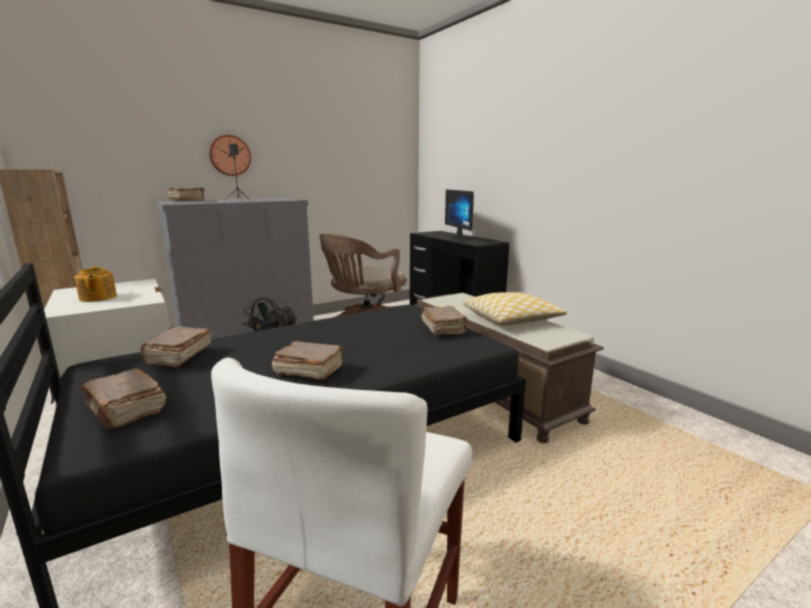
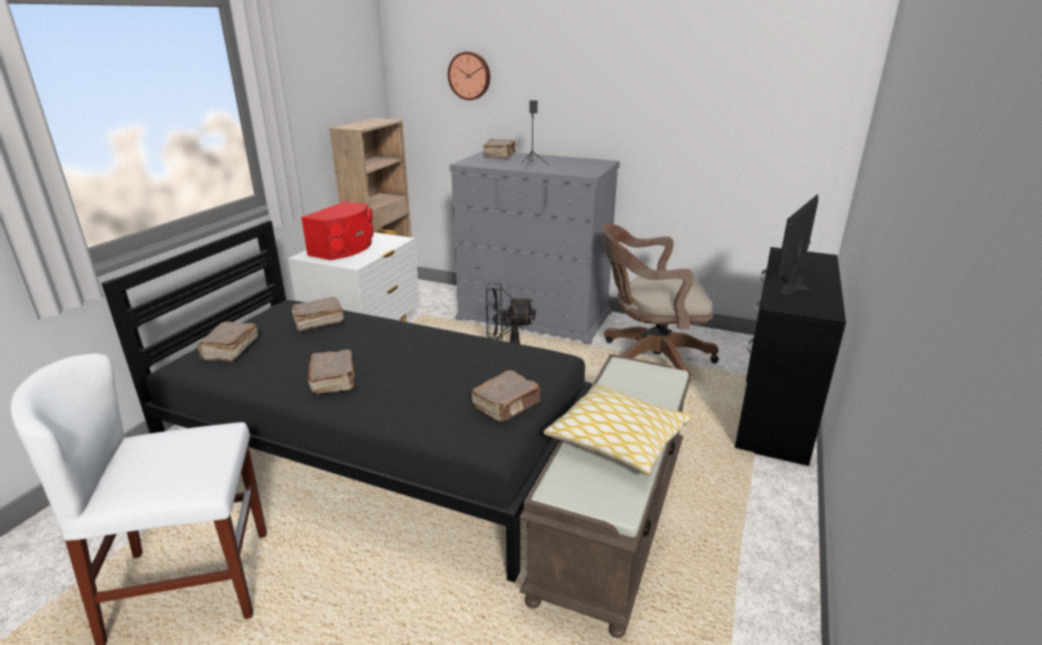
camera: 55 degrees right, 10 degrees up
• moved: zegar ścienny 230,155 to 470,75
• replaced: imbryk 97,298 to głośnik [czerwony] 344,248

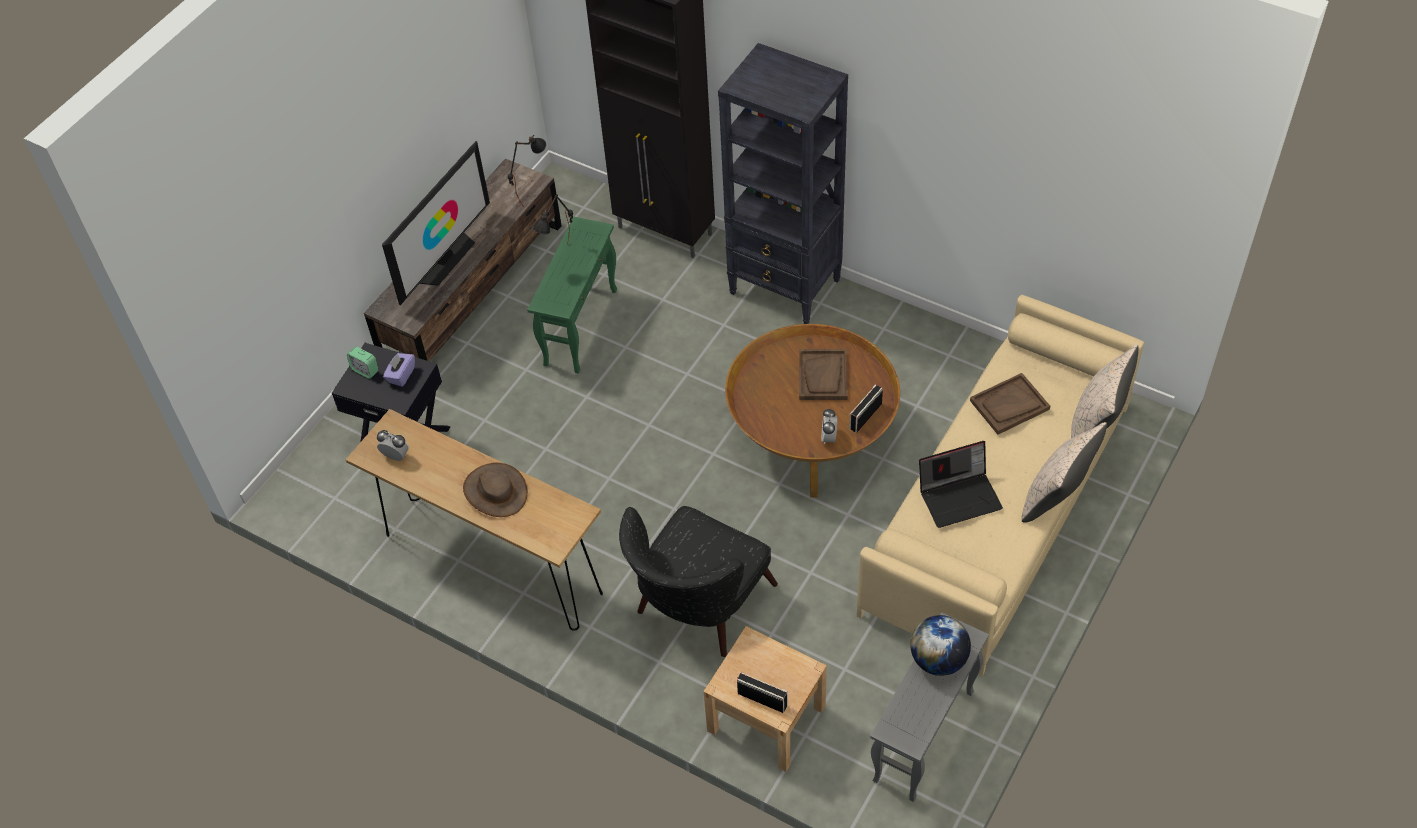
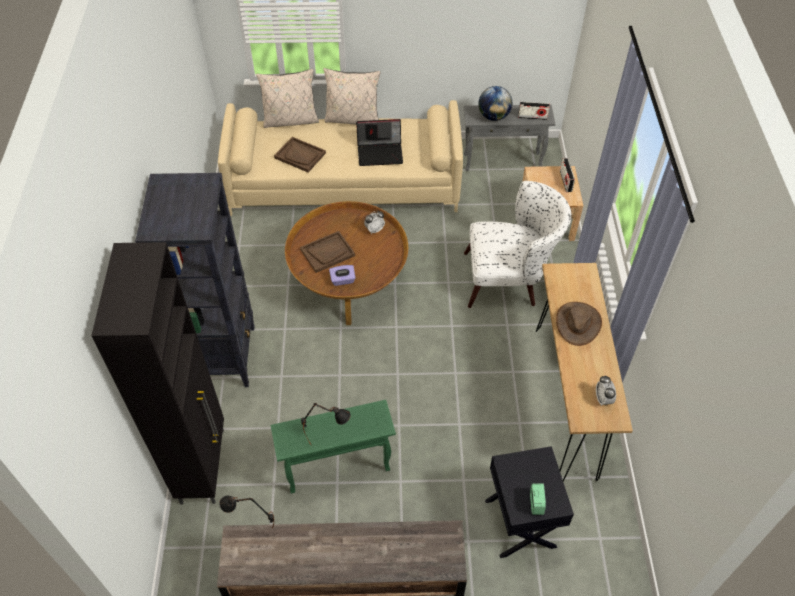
camera: 125 degrees left, 0 degrees up
• removed: telewizor 445,259
• moved: pudełko chusteczek [fioletowy] 401,375 to 343,280
• moved: radio 865,416 to 532,117
• recoloured: fotel [czarny] 697,609 to fotel [biały] 509,280
• turned: laptop 960,496 = 380,153 135 degrees clockwise

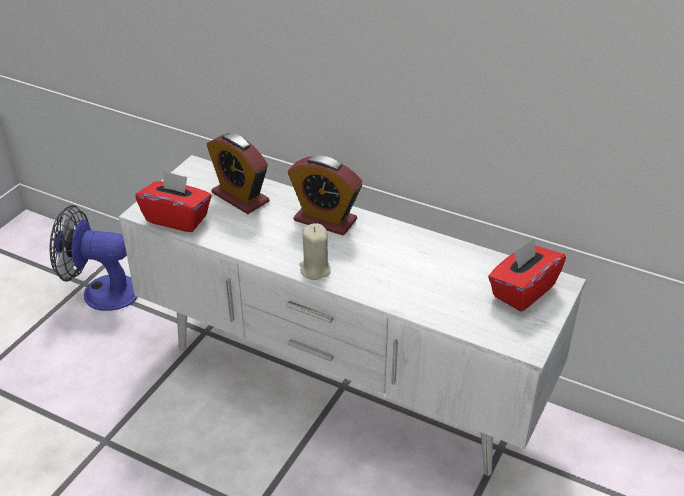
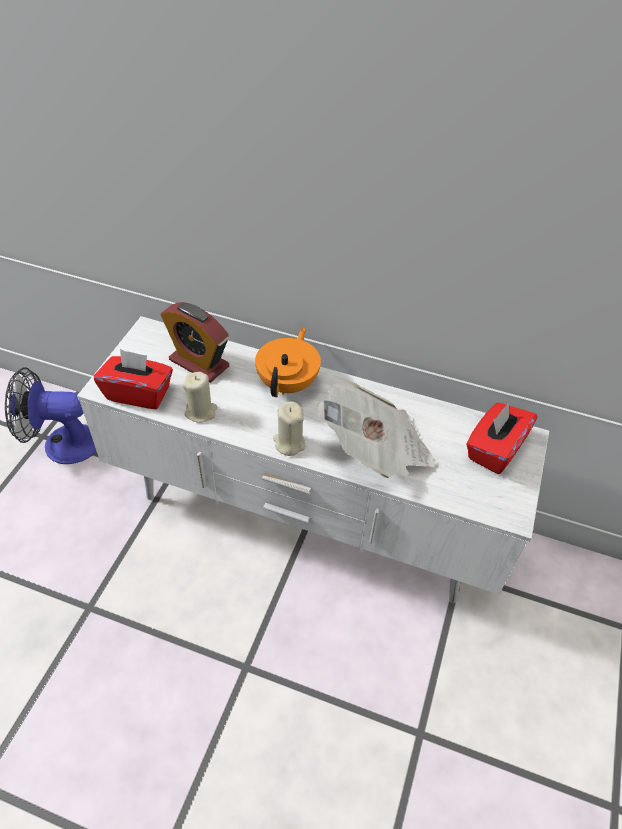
camera: 10 degrees left, 10 degrees up
• added: świeca [beżowy] 201,412
• added: gazeta 375,450
• replaced: budzik 325,220 to imbryk [pomarańczowy] 288,383

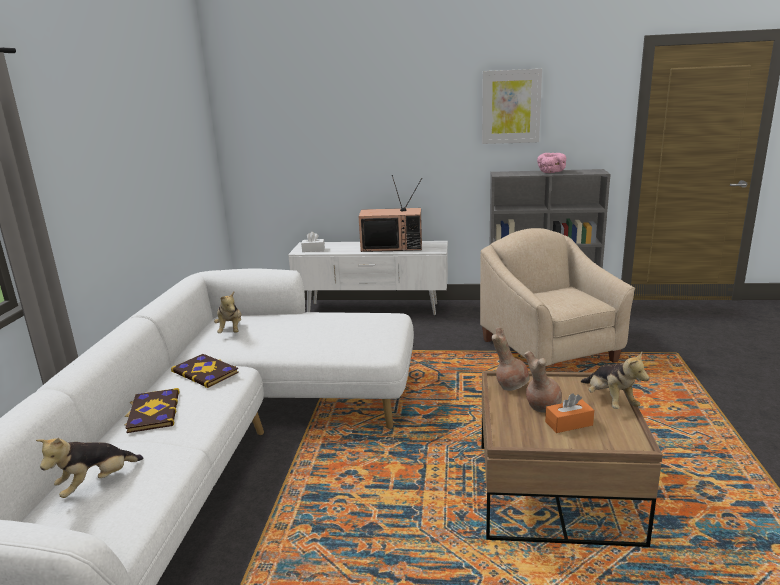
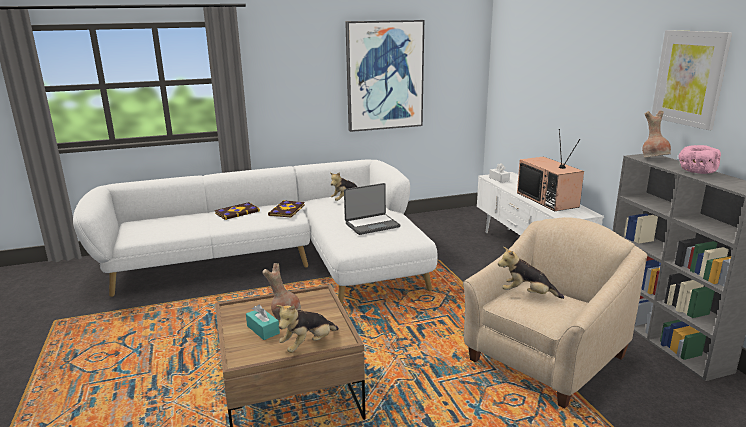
camera: 65 degrees right, 0 degrees up
• added: laptop 372,225
• added: obraz 384,75
• moved: pluszak 96,484 to 527,294
• moved: wazon [brązowy] 510,386 to 654,158
• recoloured: pudełko chusteczek [pomarańczowy] 568,423 to pudełko chusteczek [turkusowy] 263,329

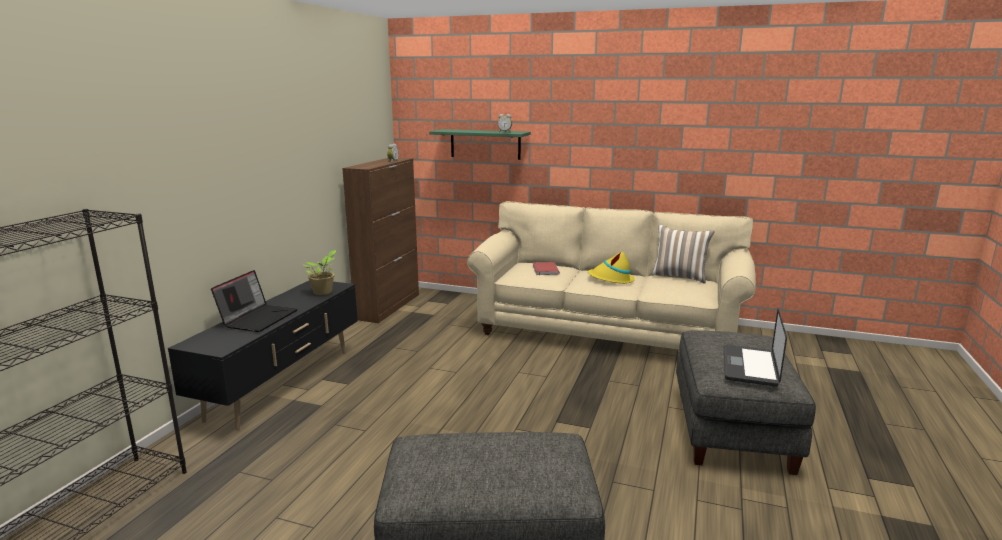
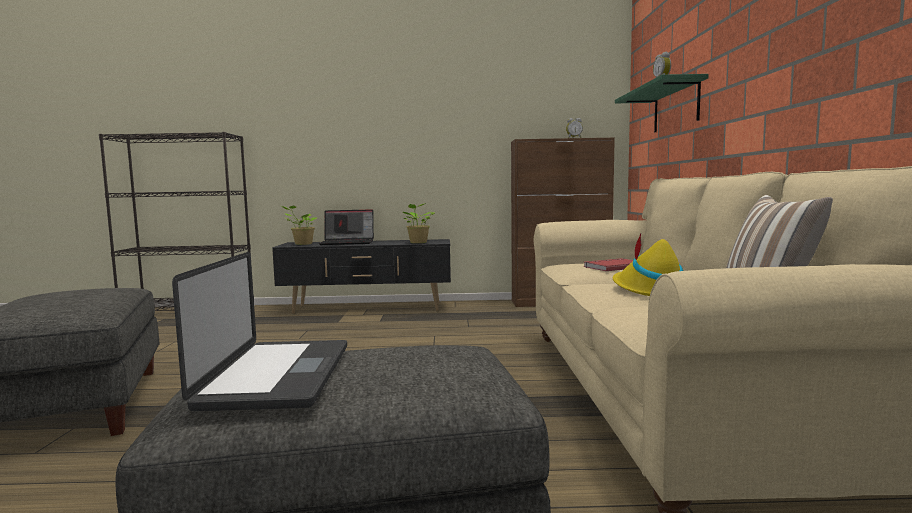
camera: 70 degrees right, 10 degrees down
• added: roślina doniczkowa 302,244
• turned: laptop 749,366 = 278,375 90 degrees clockwise

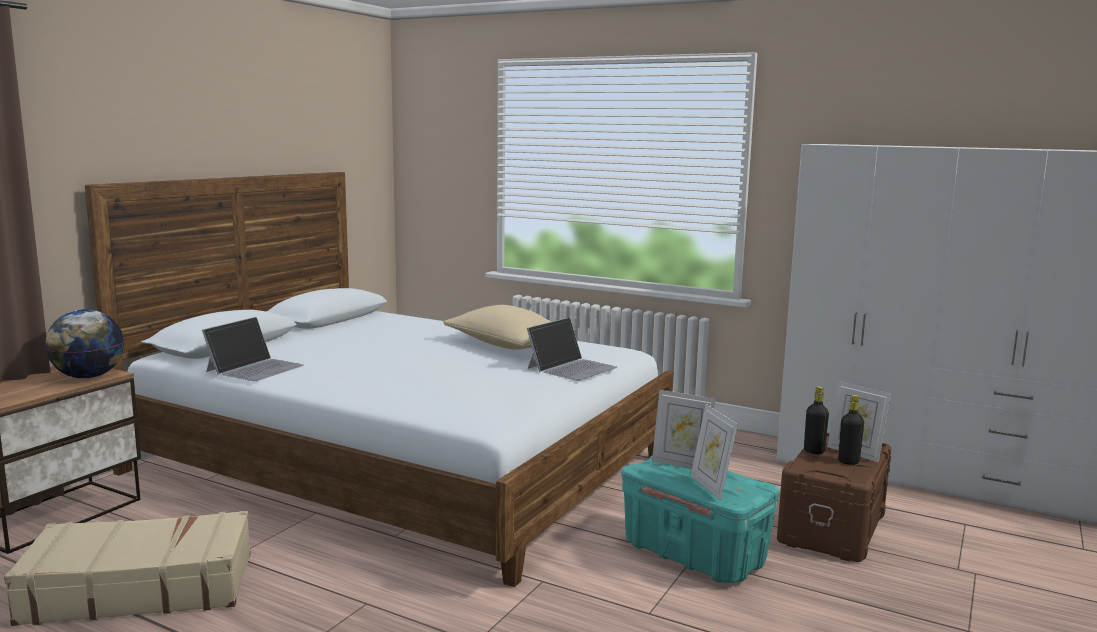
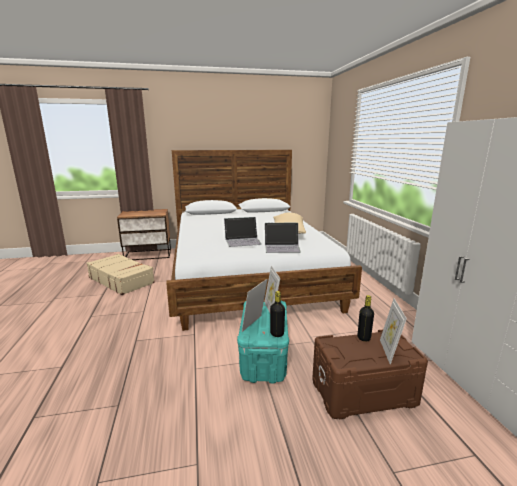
camera: 50 degrees right, 5 degrees up
• removed: globus 88,377
• moved: laptop 255,368 to 243,241
• moved: butelka [czarny] 848,461 to 277,334

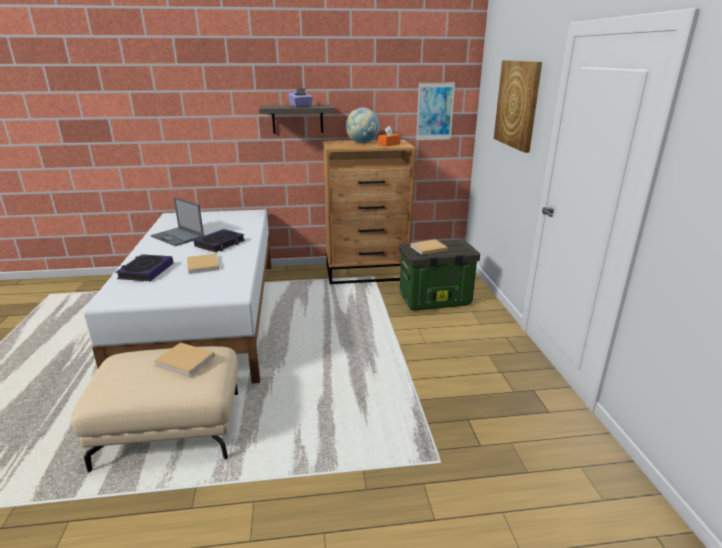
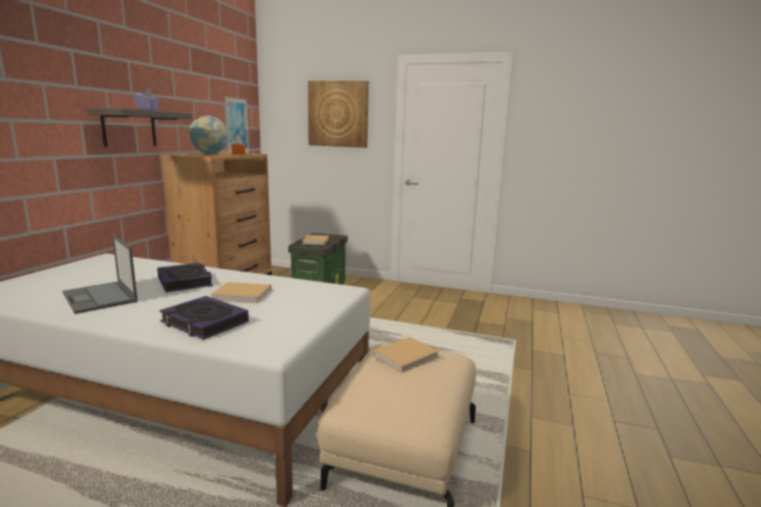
camera: 65 degrees left, 10 degrees down
• turned: laptop 178,237 = 100,297 75 degrees clockwise

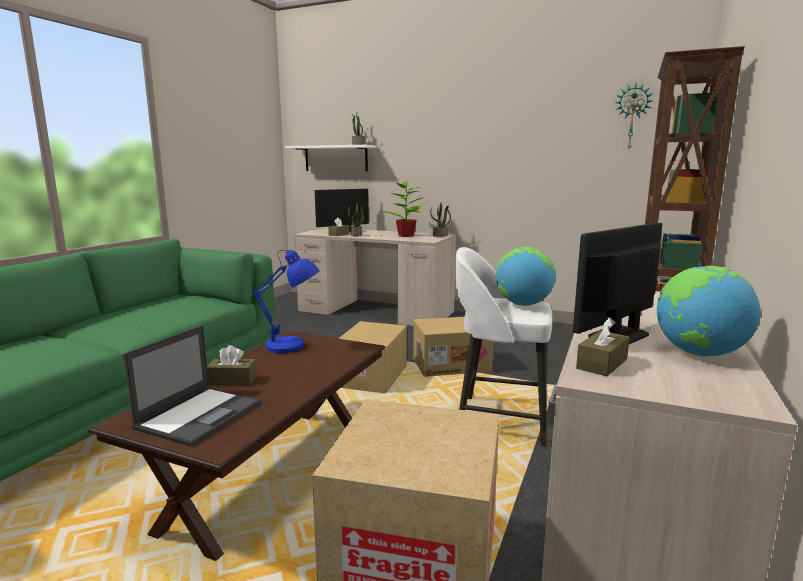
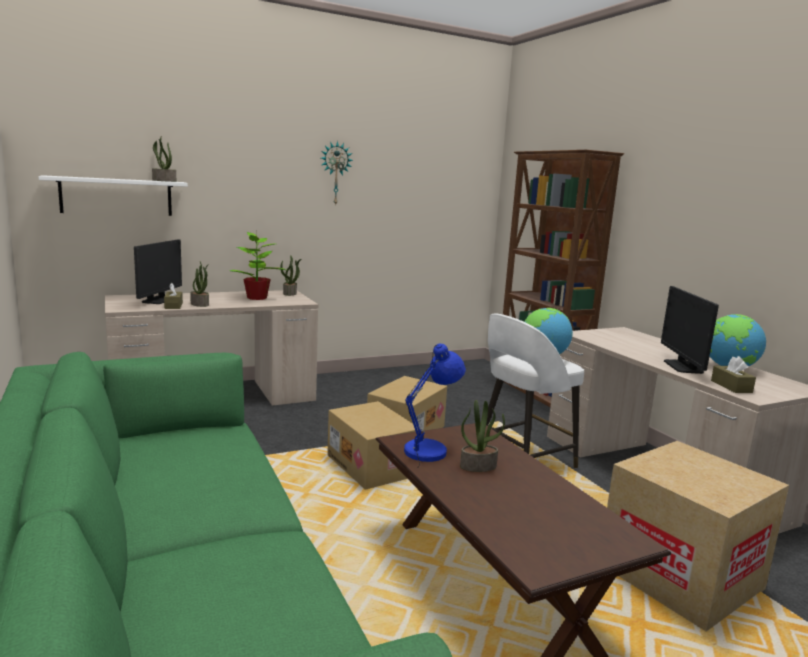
camera: 50 degrees left, 0 degrees up
• removed: laptop 200,415
• removed: pudełko chusteczek [brązowy] 232,380
• added: roślina doniczkowa 478,466
• moved: zegar ścienny 632,117 to 335,173

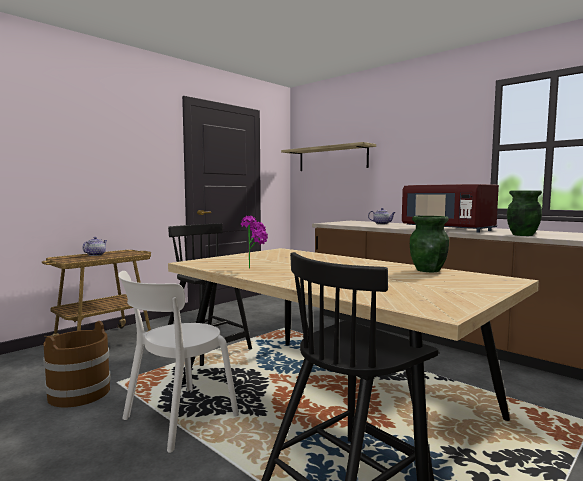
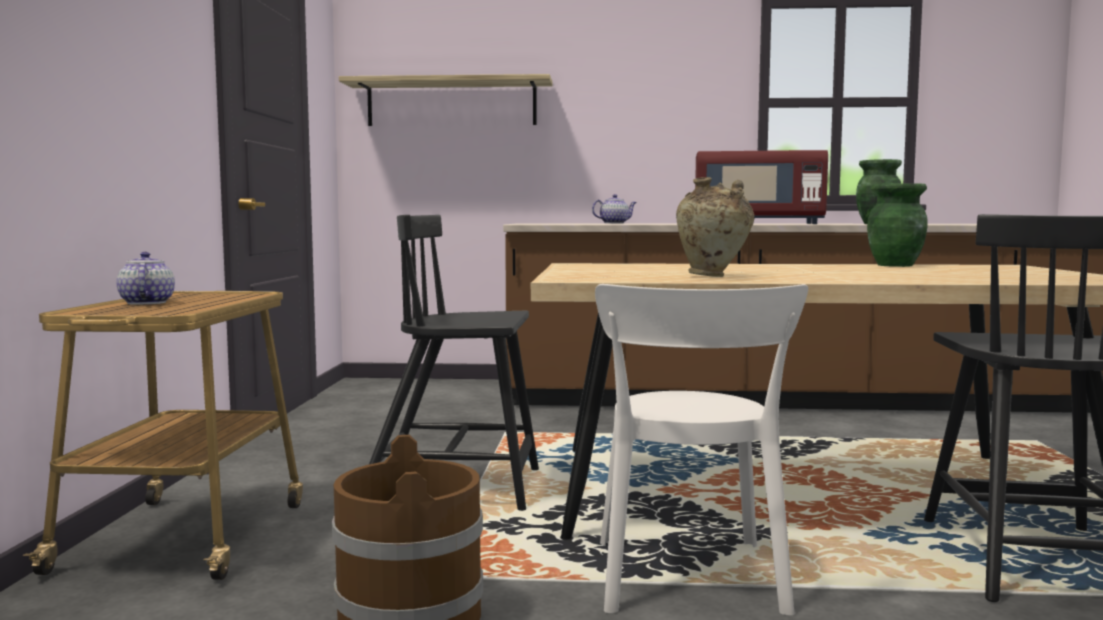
camera: 40 degrees left, 0 degrees up
• replaced: roślina doniczkowa 256,268 to wazon [beżowy] 713,276

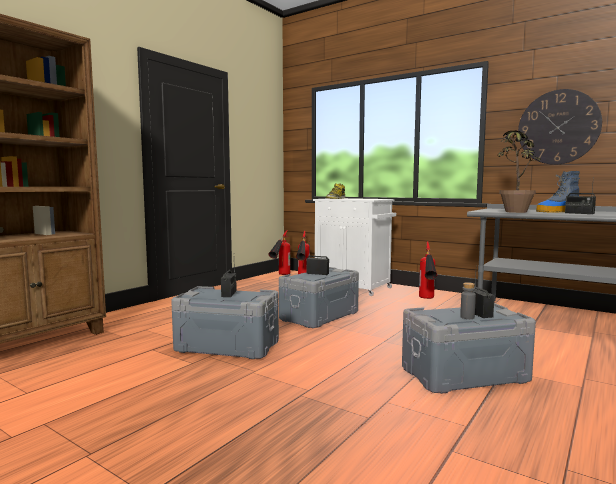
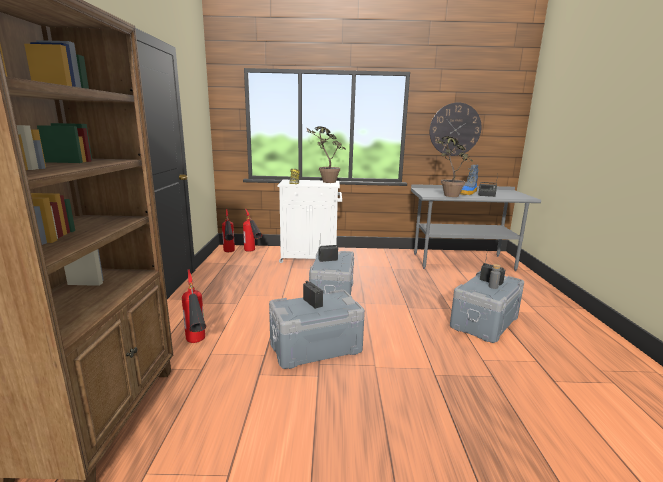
camera: 35 degrees left, 10 degrees up
• added: roślina doniczkowa 325,181
• moved: gaśnica 427,300 to 197,347

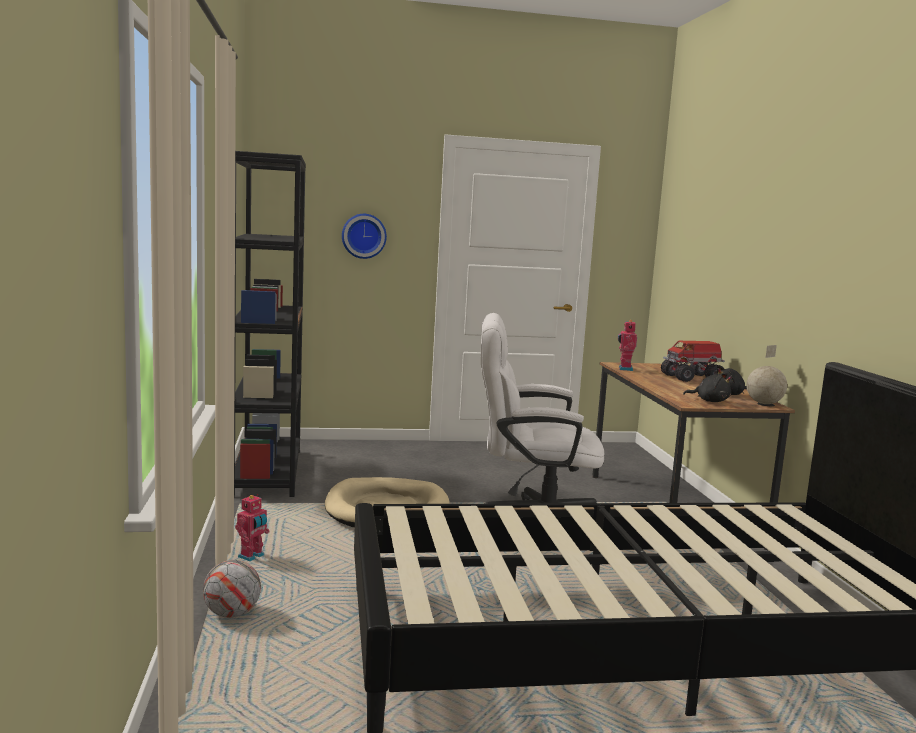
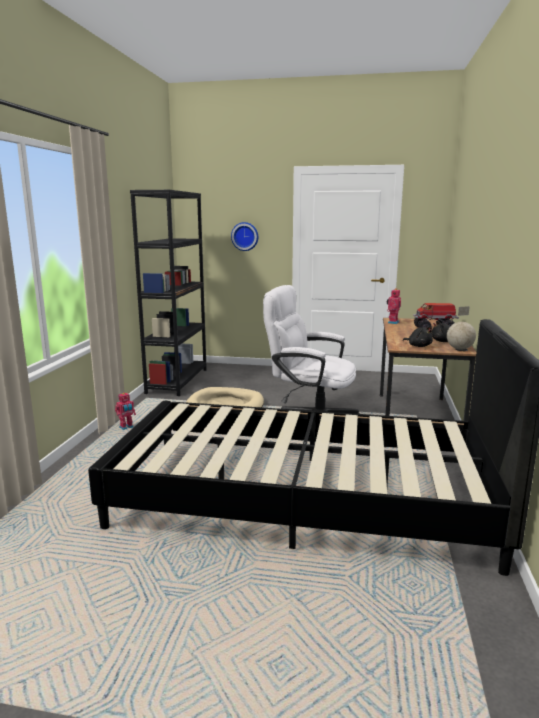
camera: 20 degrees right, 5 degrees up
• removed: piłka futbolowa 231,614

